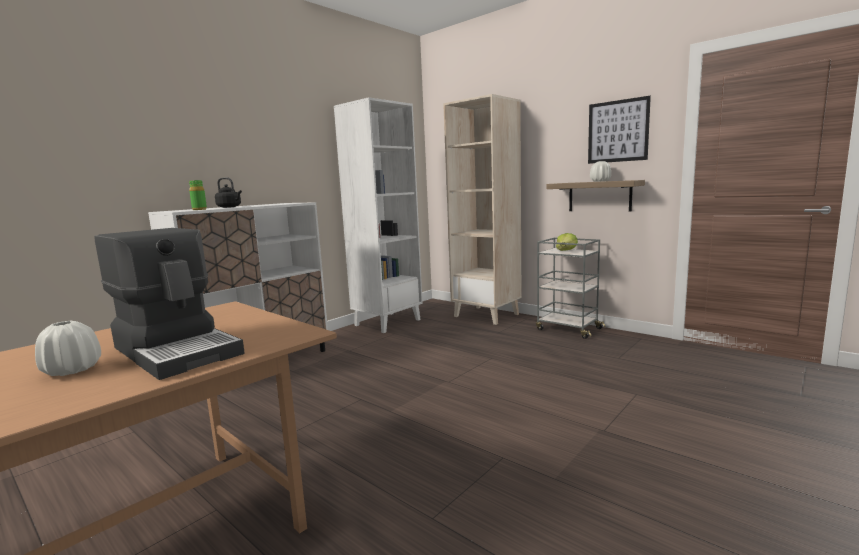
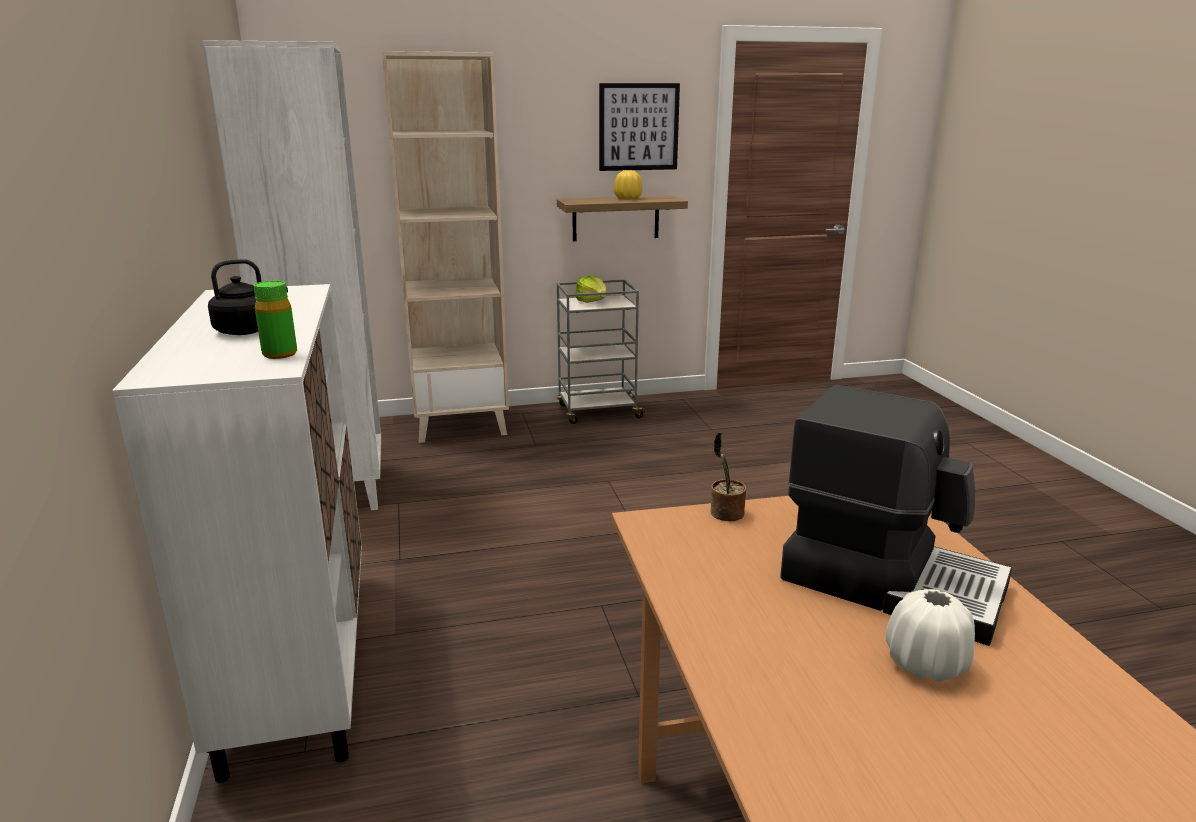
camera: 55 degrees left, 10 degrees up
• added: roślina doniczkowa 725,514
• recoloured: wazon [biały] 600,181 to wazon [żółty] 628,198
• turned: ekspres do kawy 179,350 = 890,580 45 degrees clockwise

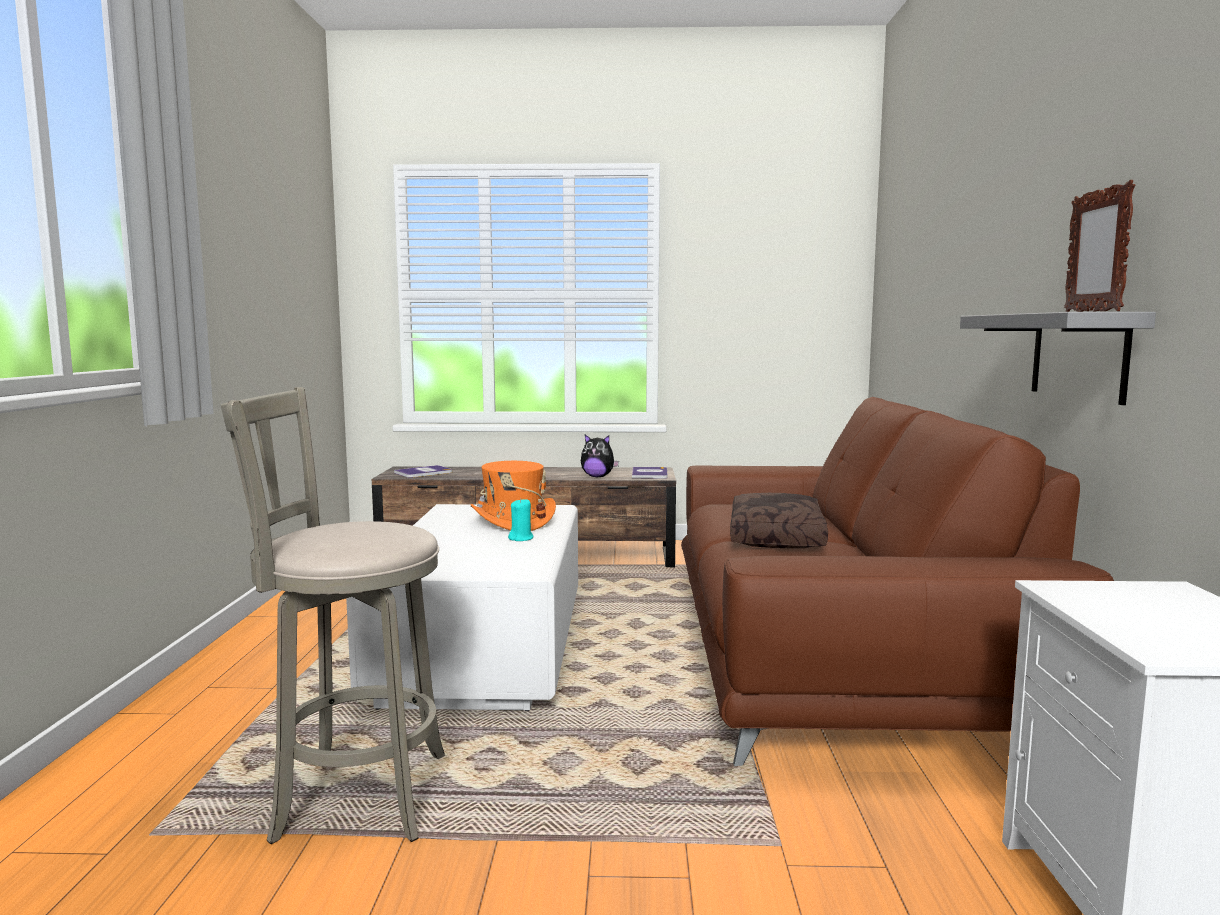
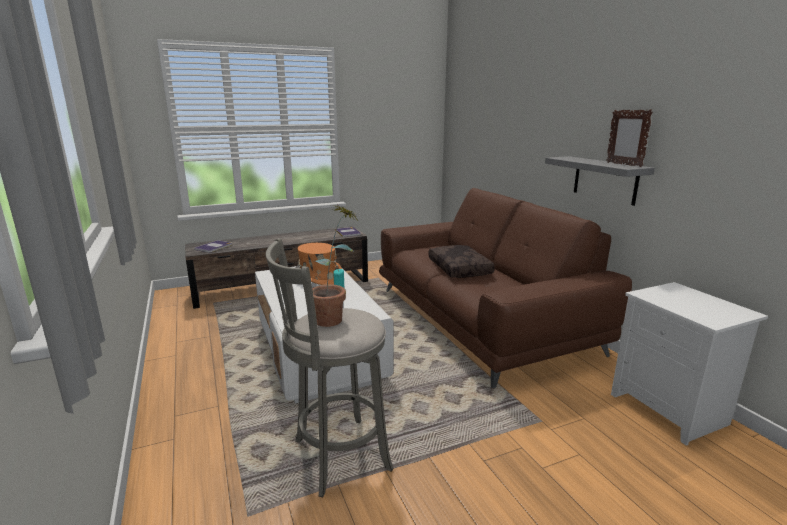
camera: 25 degrees left, 10 degrees up
• removed: pluszak 598,477
• added: roślina doniczkowa 335,317

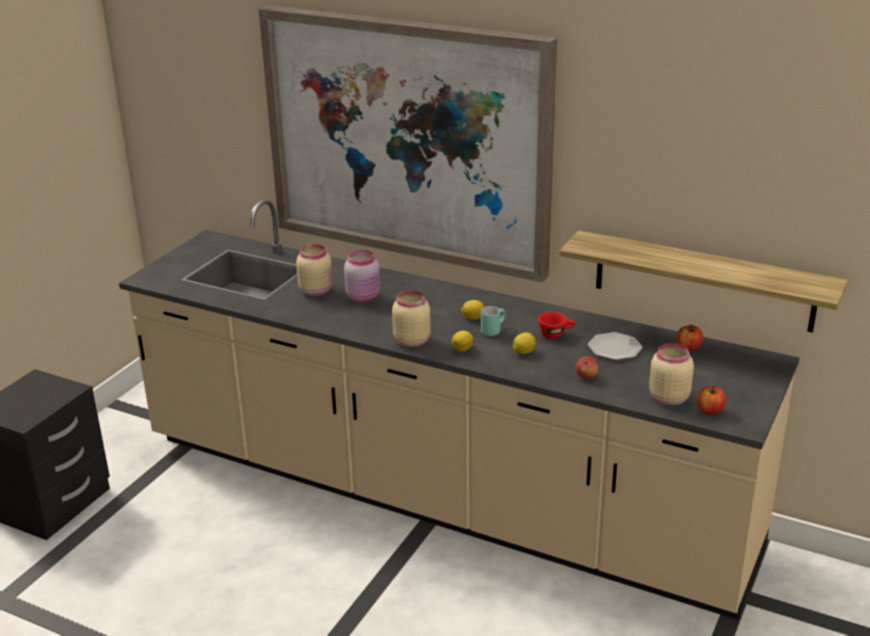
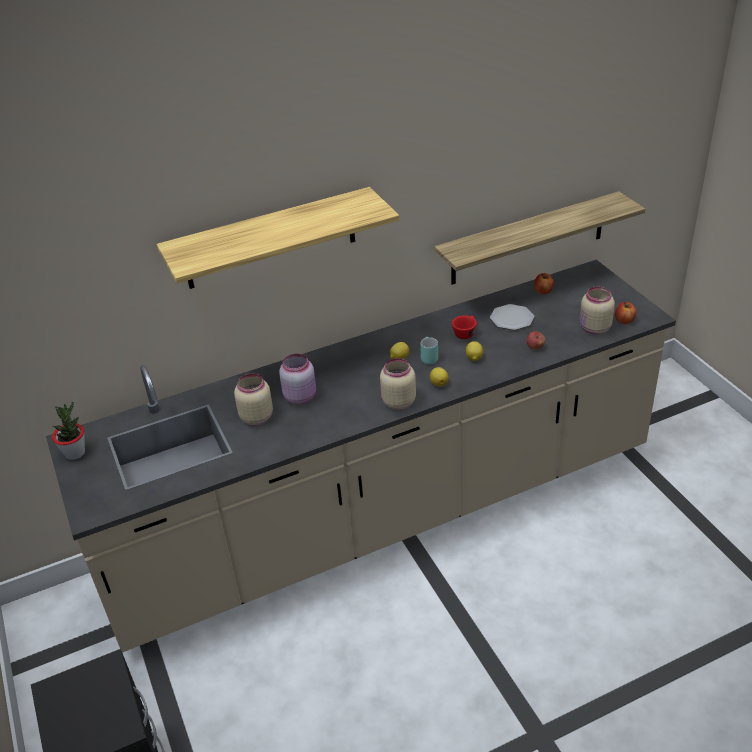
camera: 50 degrees left, 10 degrees up
• added: roślina doniczkowa 75,453
• replaced: obraz 407,139 to półka 270,239

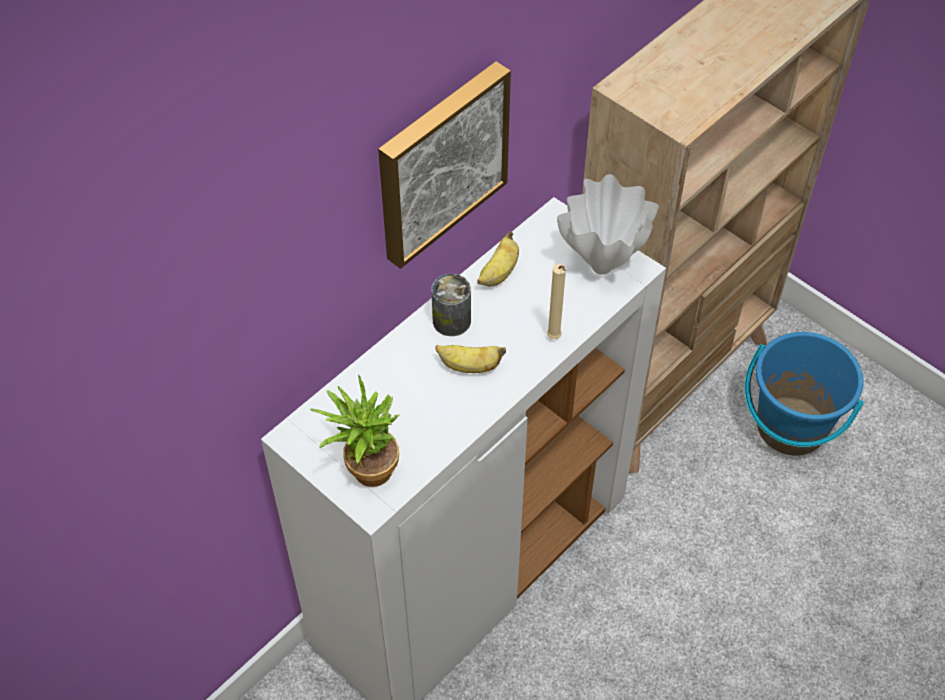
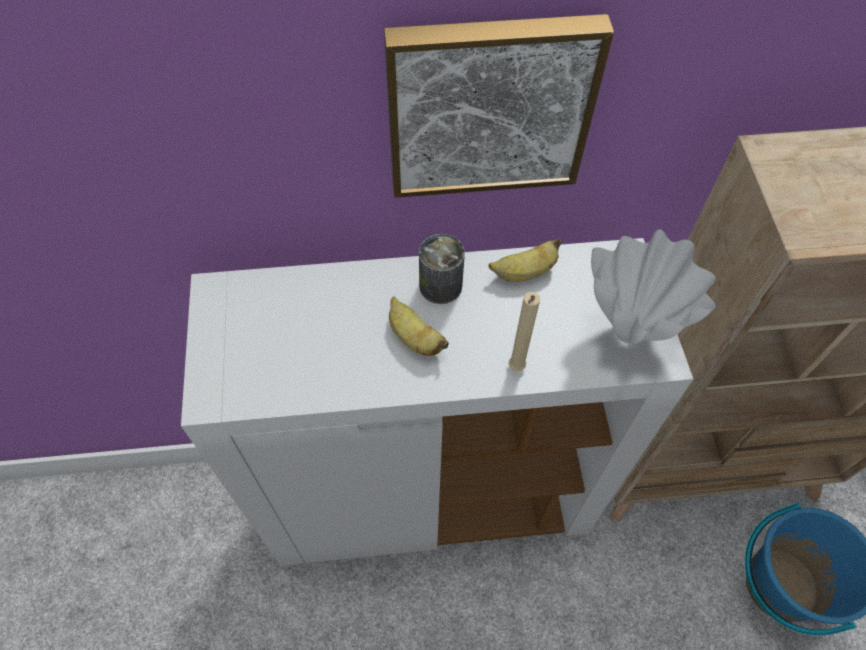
camera: 40 degrees right, 5 degrees up
• removed: roślina doniczkowa 364,468

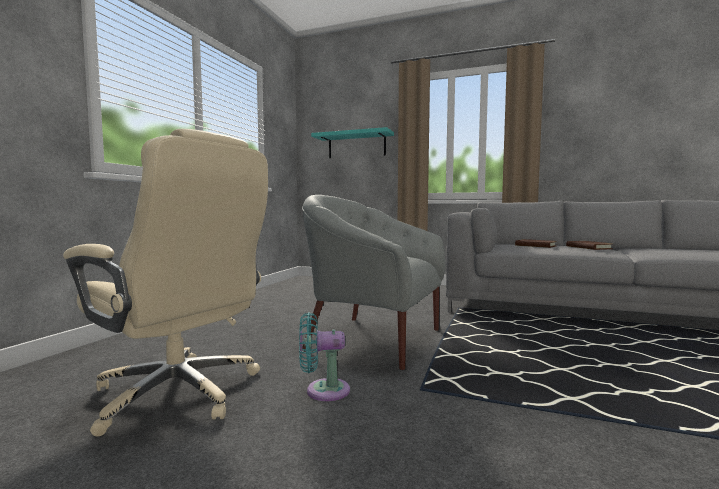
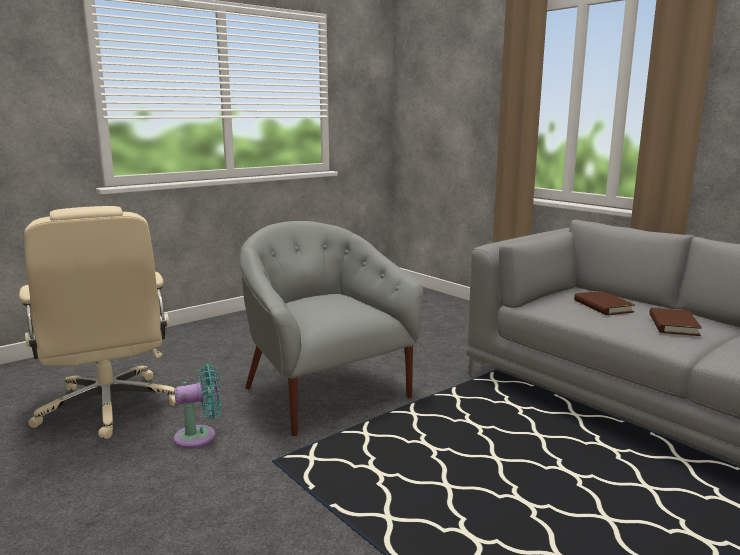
camera: 30 degrees right, 10 degrees up
• removed: półka [turkusowy] 356,145
• turned: wentylator [turkusowy] 323,390 = 200,436 135 degrees clockwise

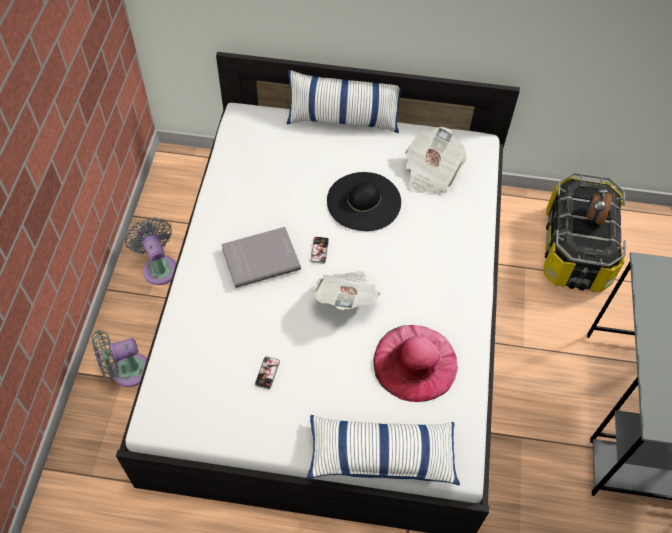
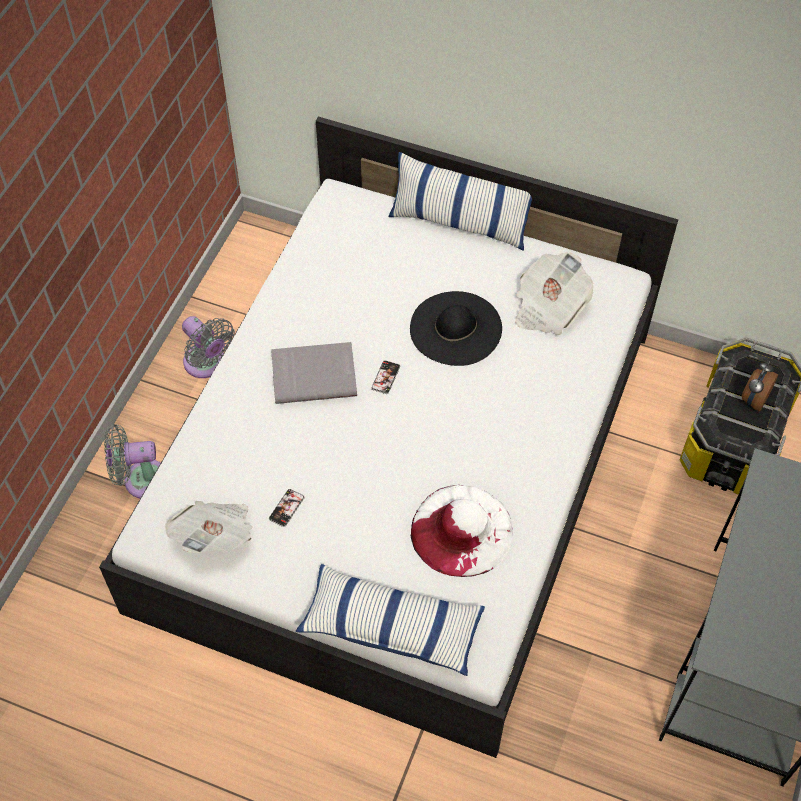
camera: 15 degrees right, 0 degrees up
• moved: gazeta 346,298 to 216,536
• recoloured: kapelusz [różowy] 415,362 to kapelusz [biały] 461,530
• turned: wentylator [szary] 159,267 = 207,364 150 degrees clockwise

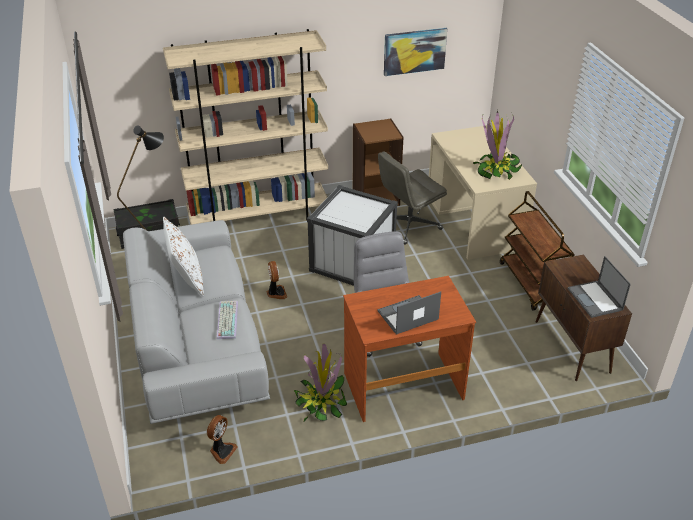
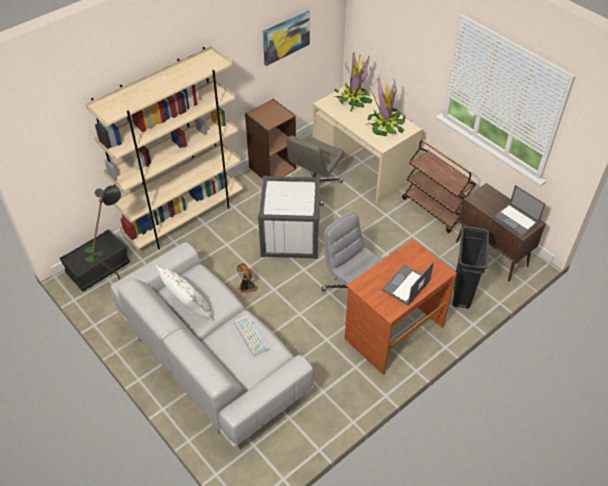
camera: 25 degrees left, 10 degrees up
• removed: wentylator 222,451
• added: kosz na śmieci [czarny] 462,292
• moved: roślina doniczkowa 321,403 to 353,99

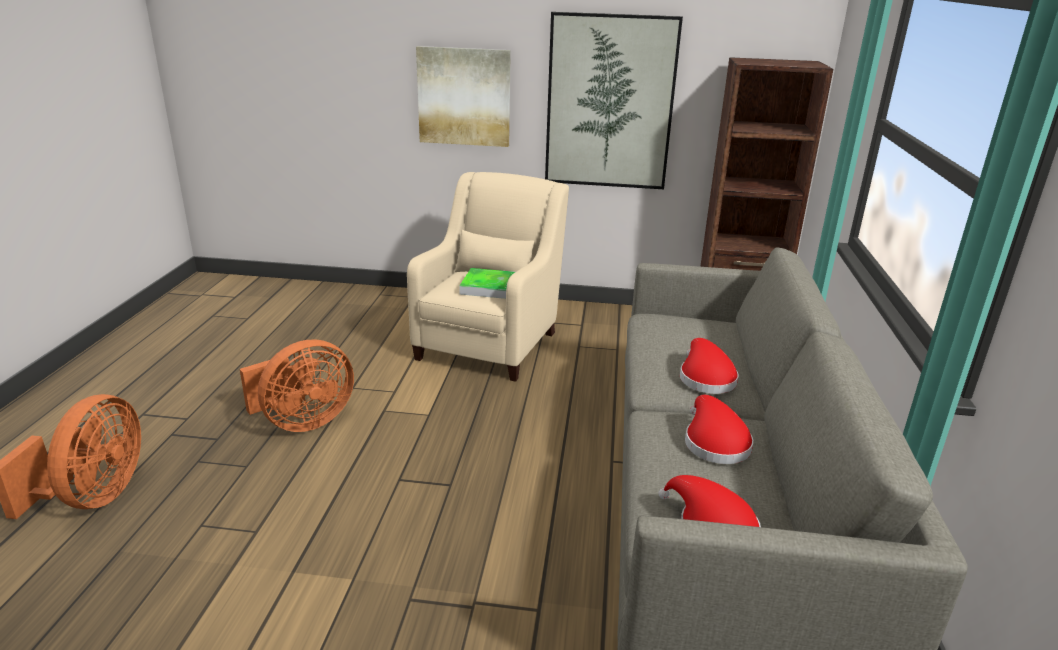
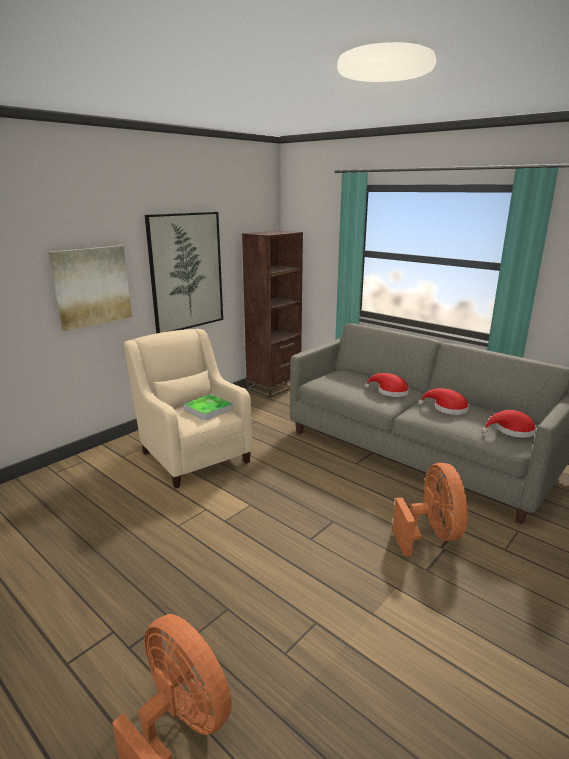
camera: 55 degrees left, 5 degrees down
• moved: wentylator [pomarańczowy] 303,422 to 431,534

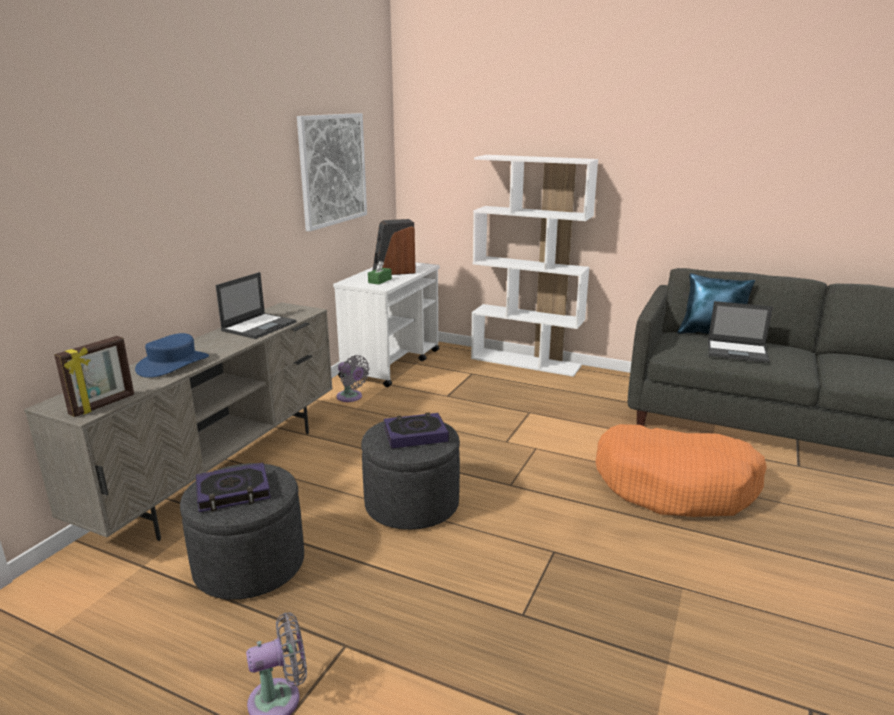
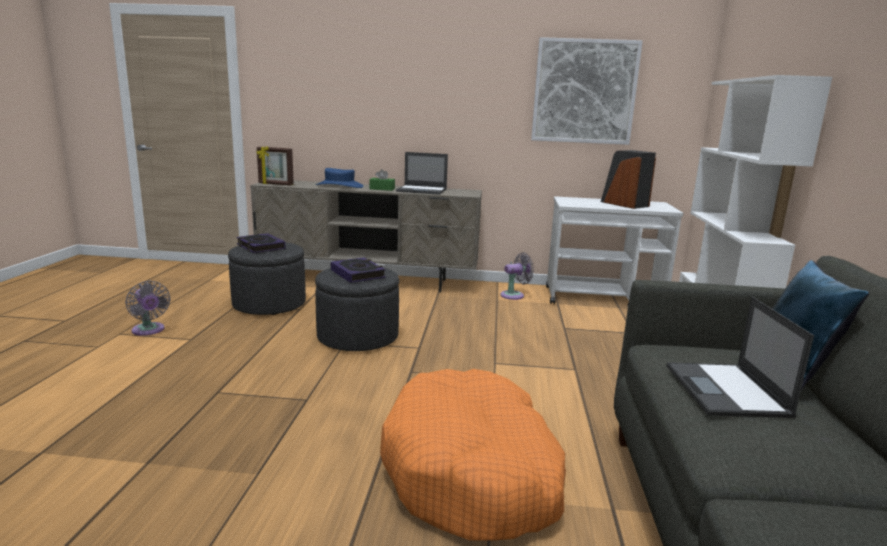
camera: 70 degrees right, 5 degrees down
• moved: pudełko chusteczek [zielony] 380,281 to 382,189
• turned: wentylator [szary] 351,397 = 514,295 135 degrees counterclockwise

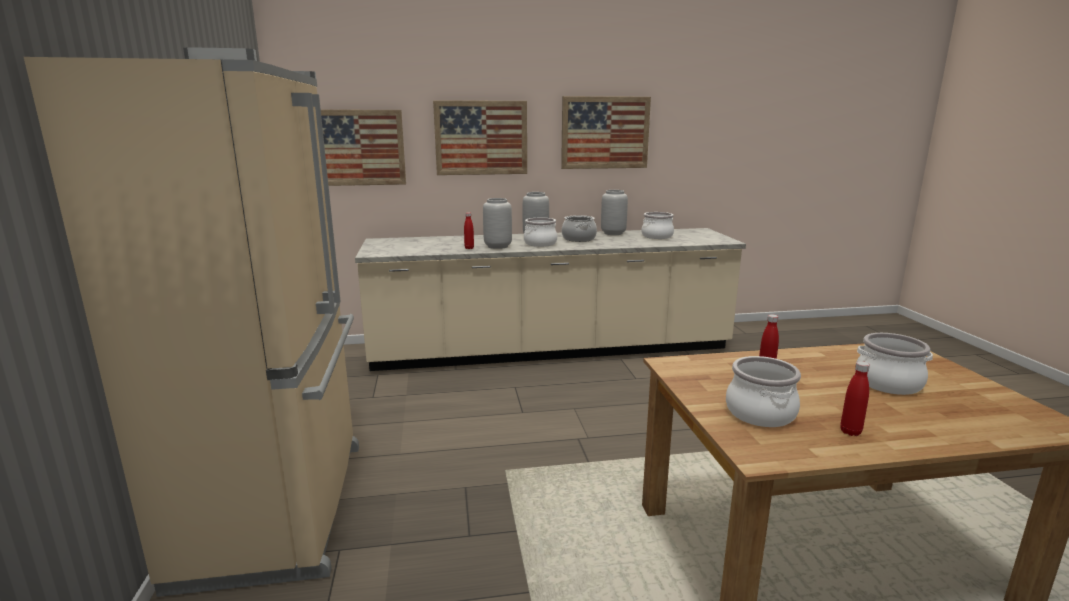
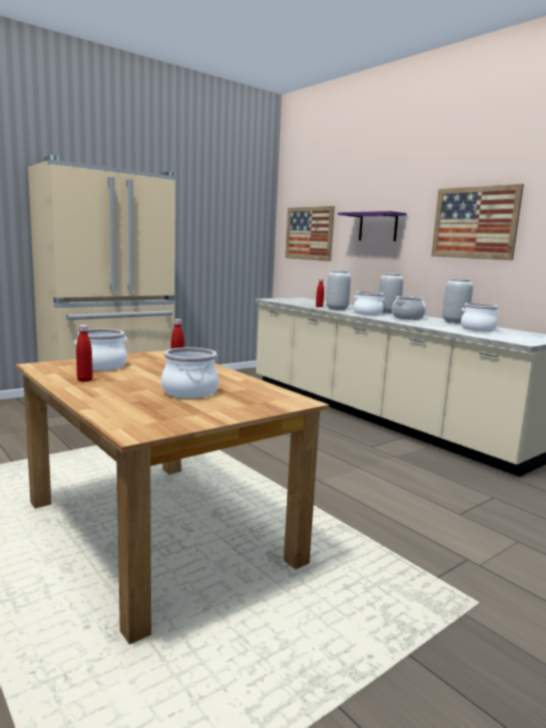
camera: 60 degrees right, 5 degrees down
• replaced: obraz 481,138 to półka [fioletowy] 378,227

